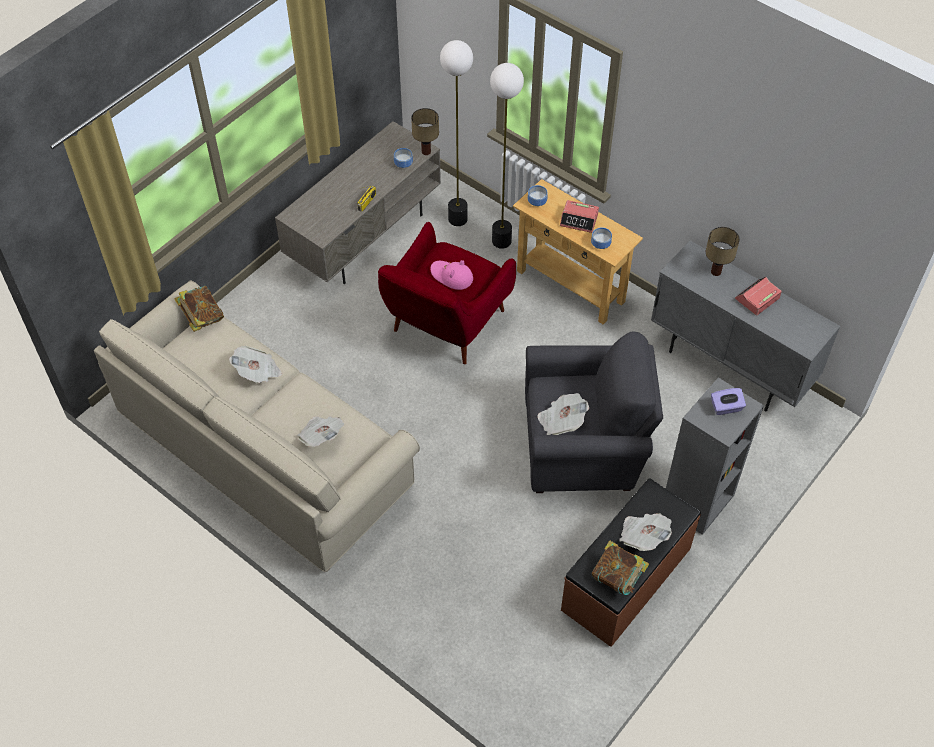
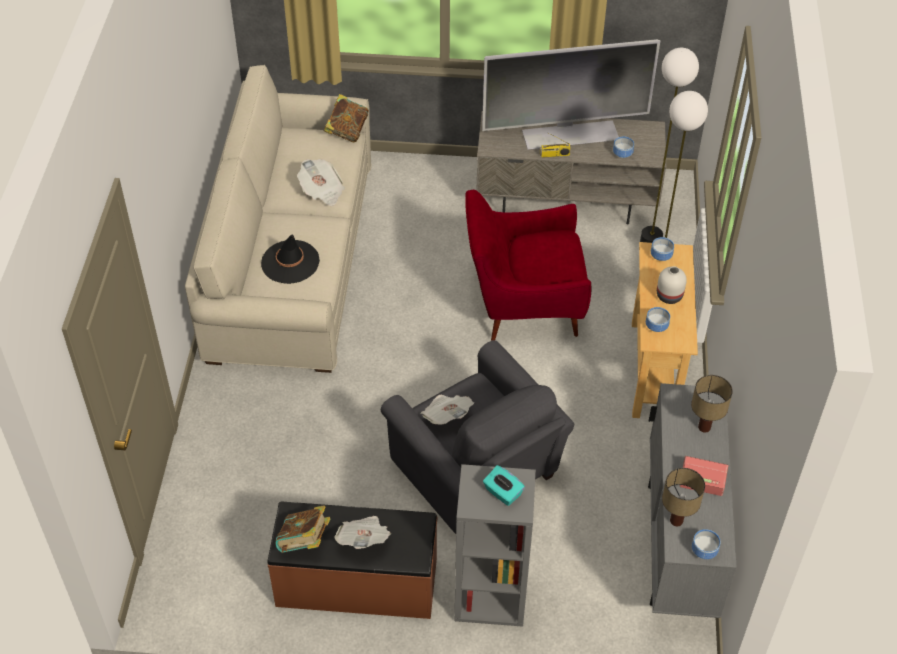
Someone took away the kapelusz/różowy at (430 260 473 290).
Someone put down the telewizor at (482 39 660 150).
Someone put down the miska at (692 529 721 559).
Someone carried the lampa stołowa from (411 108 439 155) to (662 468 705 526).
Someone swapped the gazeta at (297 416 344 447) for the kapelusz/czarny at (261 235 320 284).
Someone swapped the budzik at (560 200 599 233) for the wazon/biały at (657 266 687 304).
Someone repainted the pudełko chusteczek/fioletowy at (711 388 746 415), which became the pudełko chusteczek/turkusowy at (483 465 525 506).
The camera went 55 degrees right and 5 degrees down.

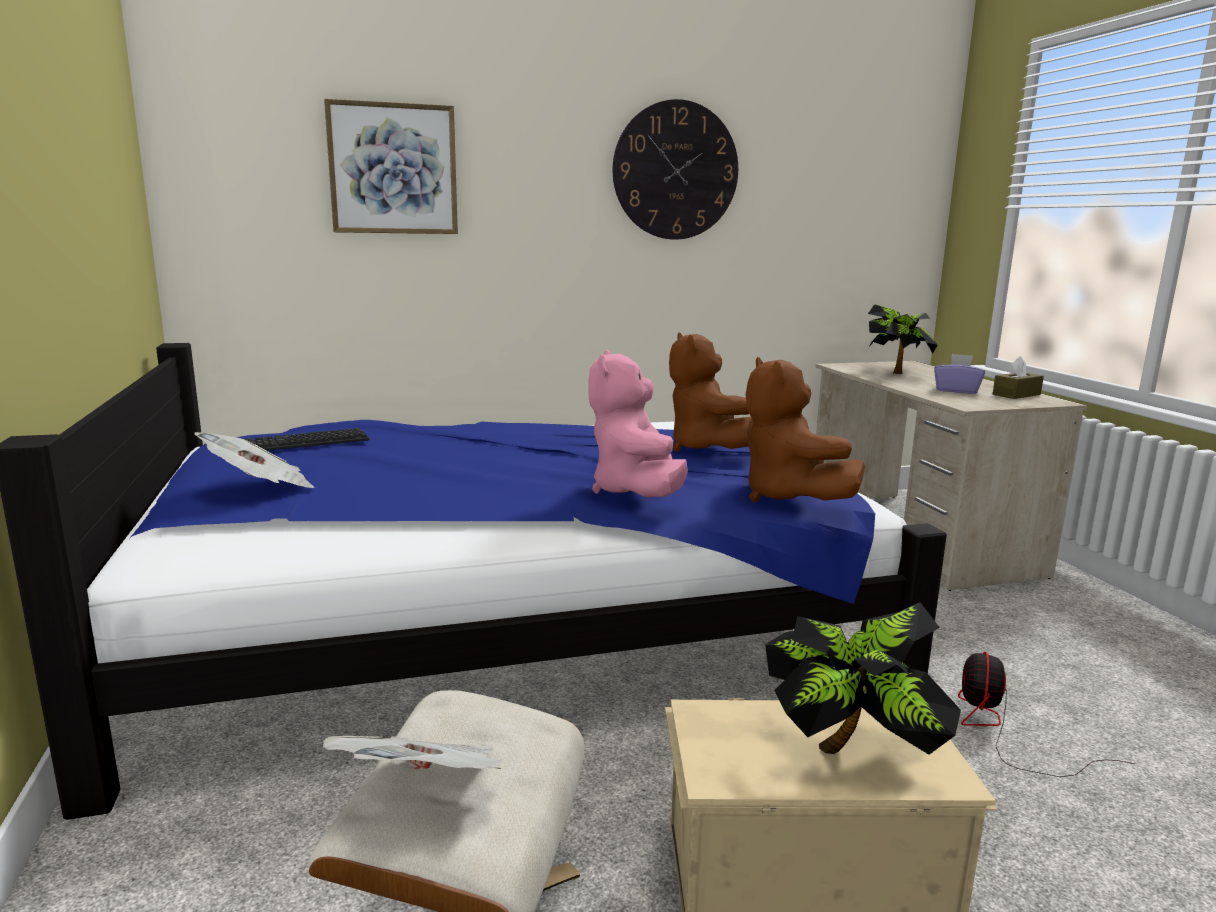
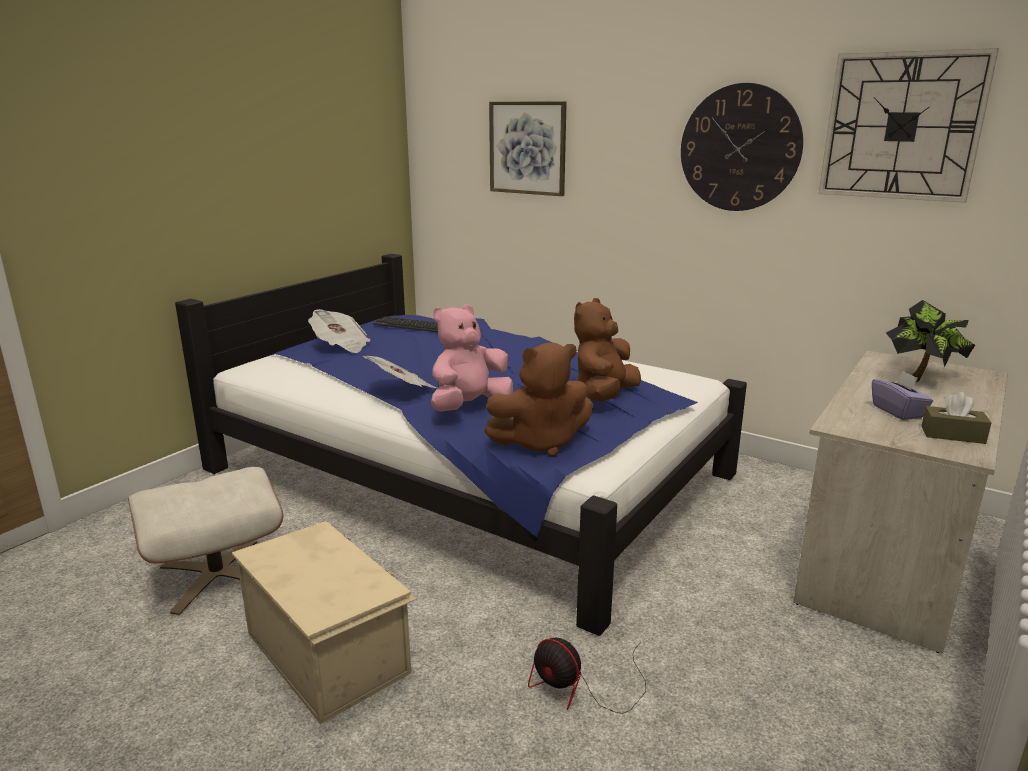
Someone took away the roślina doniczkowa at (765 602 961 755).
Someone put up the zegar ścienny at (818 48 999 203).
Someone carried the gazeta from (323 736 502 769) to (362 356 437 388).
Someone rotated the pluszak/brązowy at (745 357 865 502) by 135 degrees counterclockwise.
Someone rotated the wentylator at (958 652 1135 777) by 120 degrees counterclockwise.
The camera went 50 degrees right and 5 degrees up.

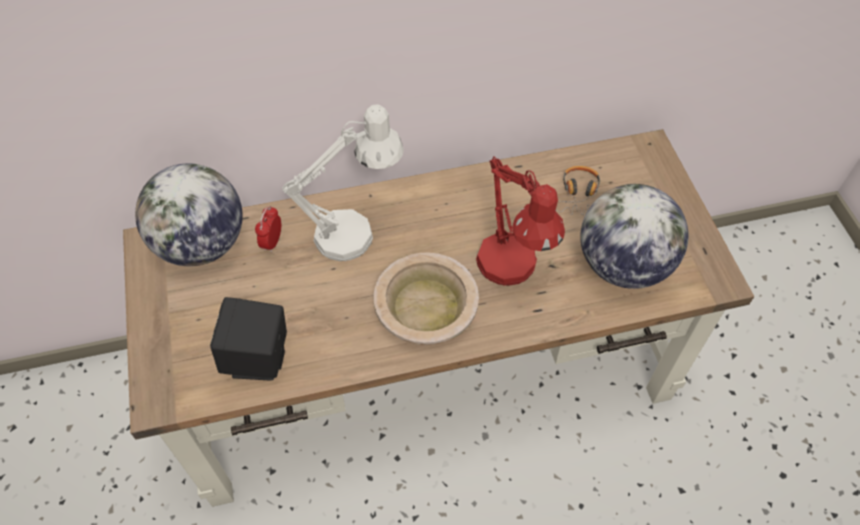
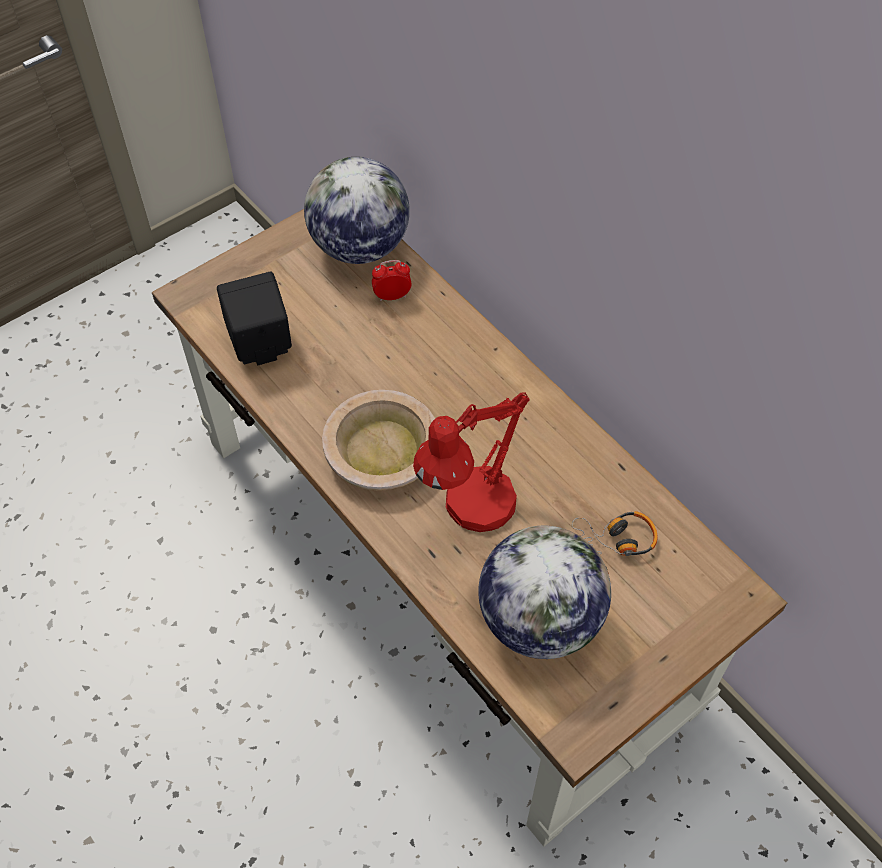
Someone took away the lampa stołowa/biały at (282 104 404 261).
The camera went 65 degrees right and 0 degrees up.

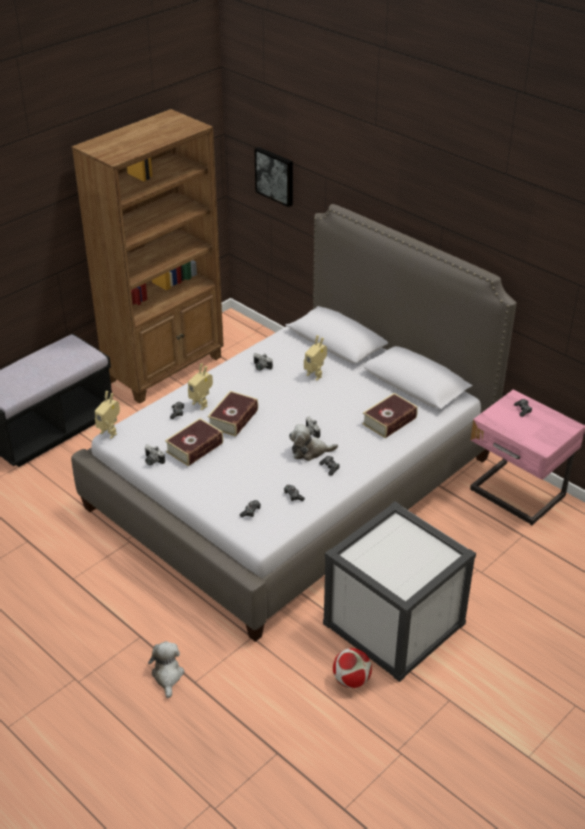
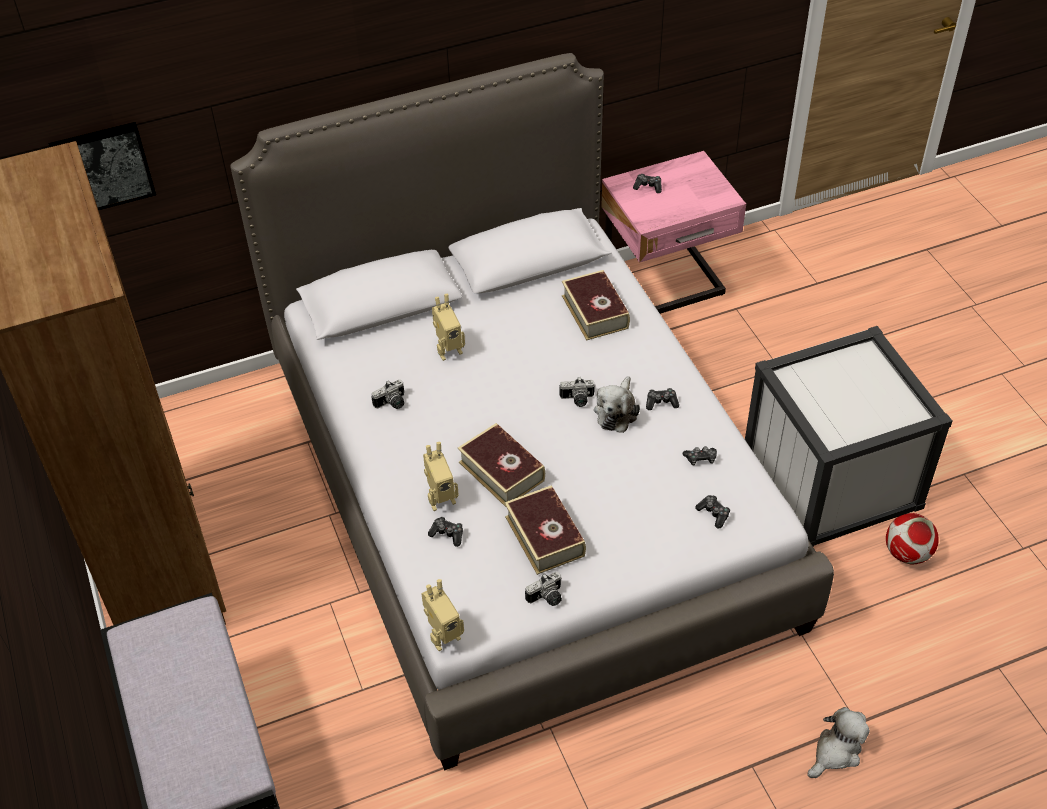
Someone rotated the pluszak at (148 641 184 698) by 120 degrees clockwise.
The camera went 65 degrees left and 10 degrees up.

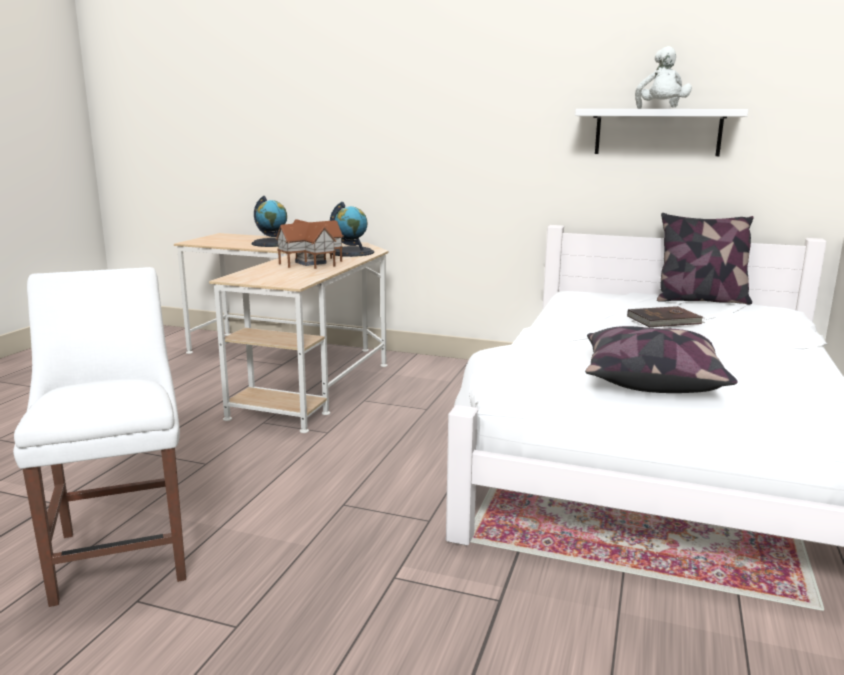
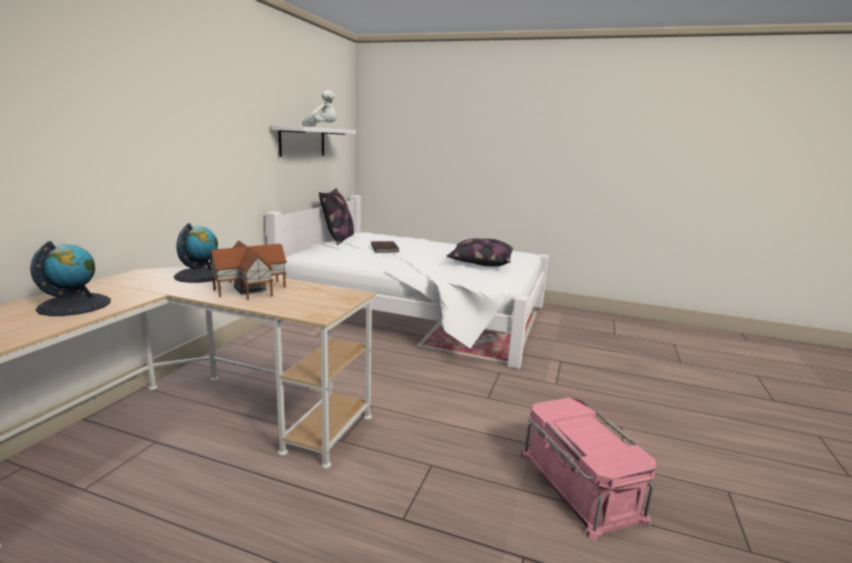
Someone swapped the krzesło/biały at (13 267 186 607) for the pojemnik do przechowywania/różowy at (520 398 656 541).
The camera went 90 degrees left and 0 degrees up.

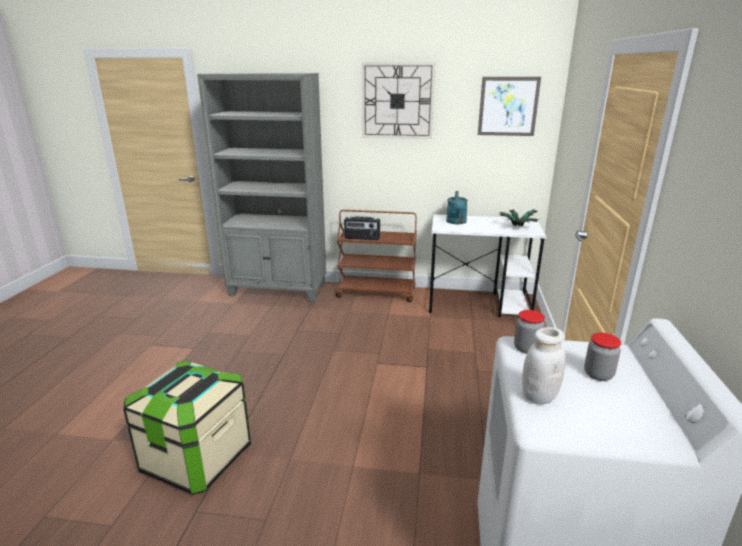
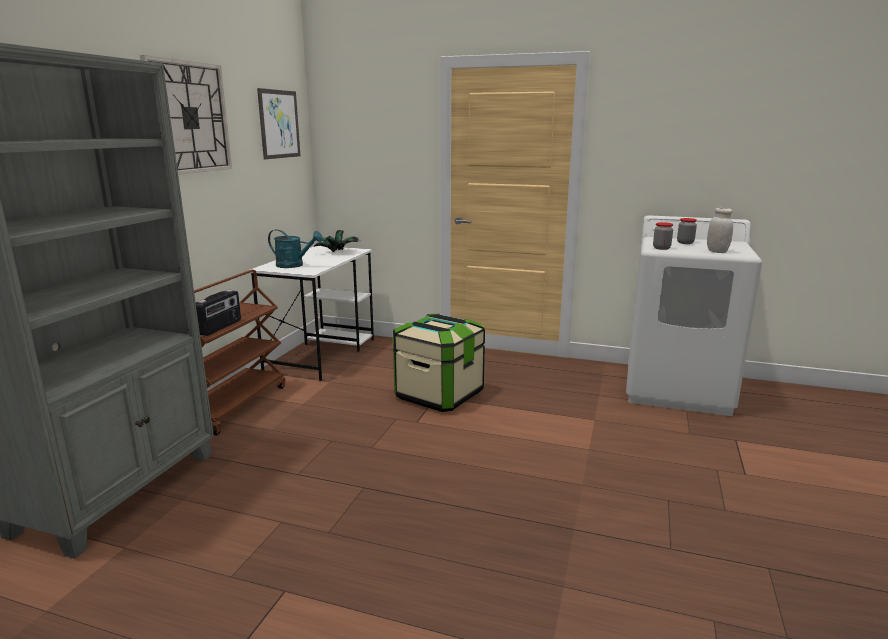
Someone carried the pojemnik do przechowywania from (123 360 251 495) to (393 313 485 412).
The camera went 80 degrees left and 5 degrees down.

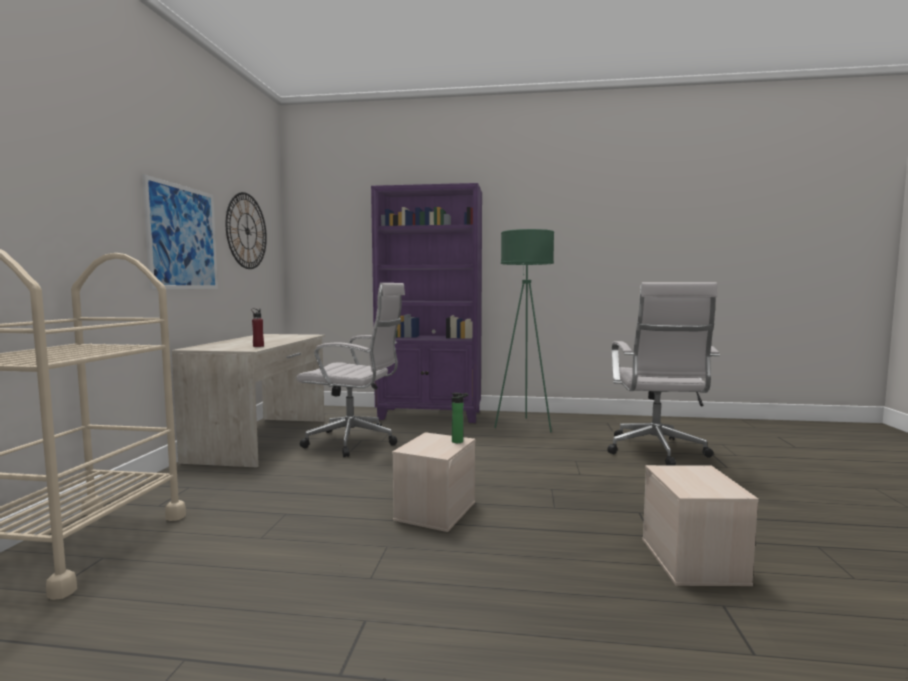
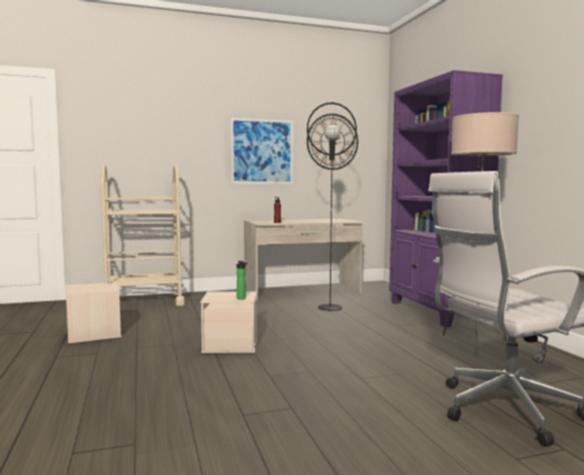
Someone carried the pojemnik do przechowywania/beżowy from (642 465 759 586) to (66 283 121 343).
Someone swapped the krzesło biurowe/biały at (296 283 405 457) for the lampa stojąca/czarny at (307 102 357 311).
Someone repainted the lampa stojąca/zielony at (494 229 554 432), which became the lampa stojąca/beżowy at (443 112 519 356).
The camera went 65 degrees right and 0 degrees up.

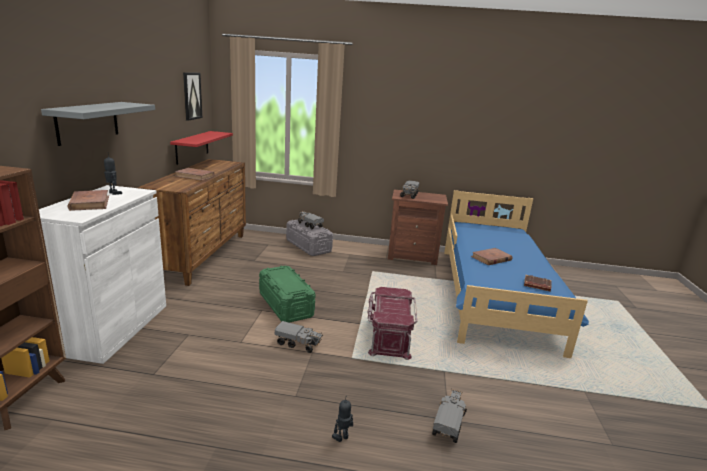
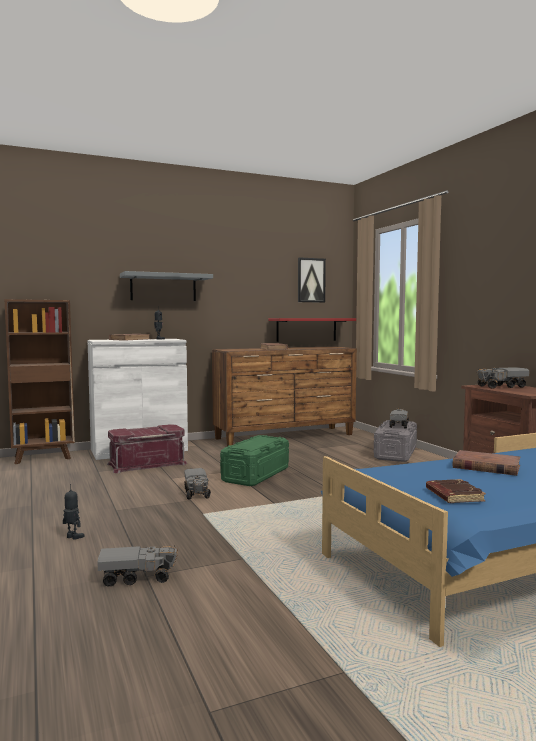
Someone carried the pojemnik do przechowywania/czerwony from (368 287 417 360) to (107 424 187 473).
The camera went 60 degrees right and 15 degrees down.

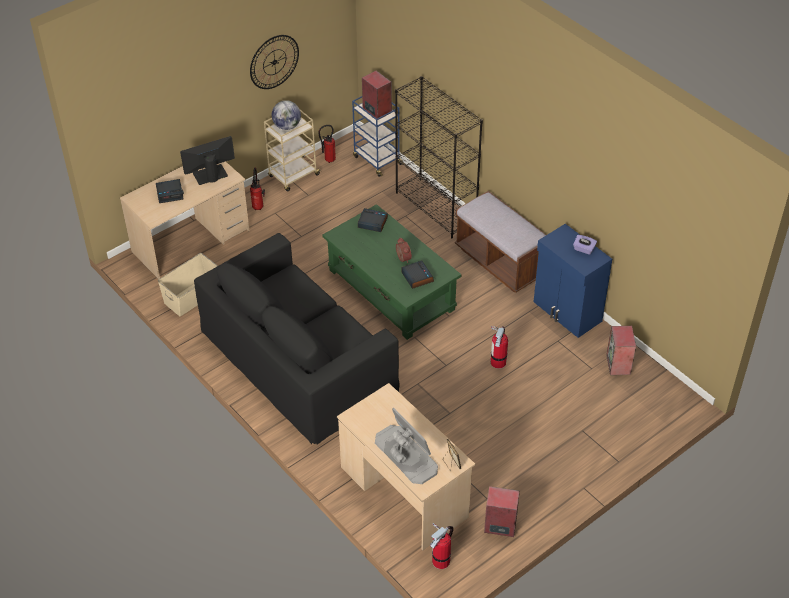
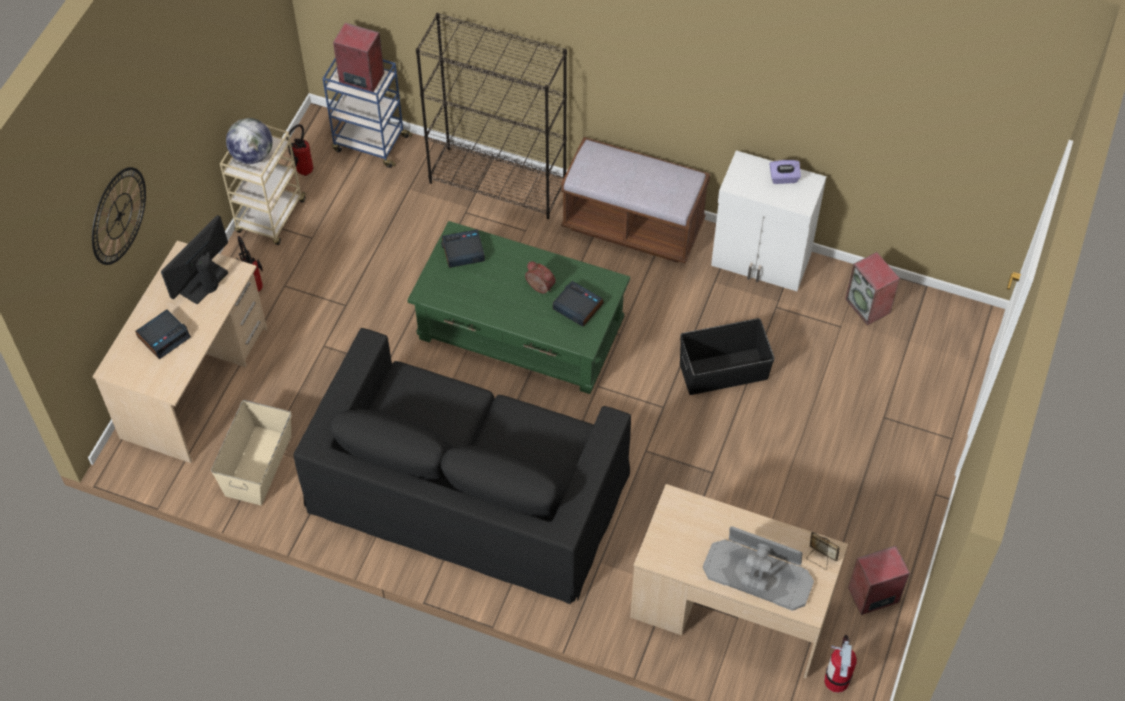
Someone carried the zegar ścienny from (250 35 299 89) to (92 167 146 265).
Someone swapped the gaśnica at (491 326 508 369) for the pojemnik do przechowywania/czarny at (680 318 775 395).
Someone repainted the szafka/niebieski at (534 224 612 338), which became the szafka/biały at (711 151 827 291).
The camera went 30 degrees left and 10 degrees up.

